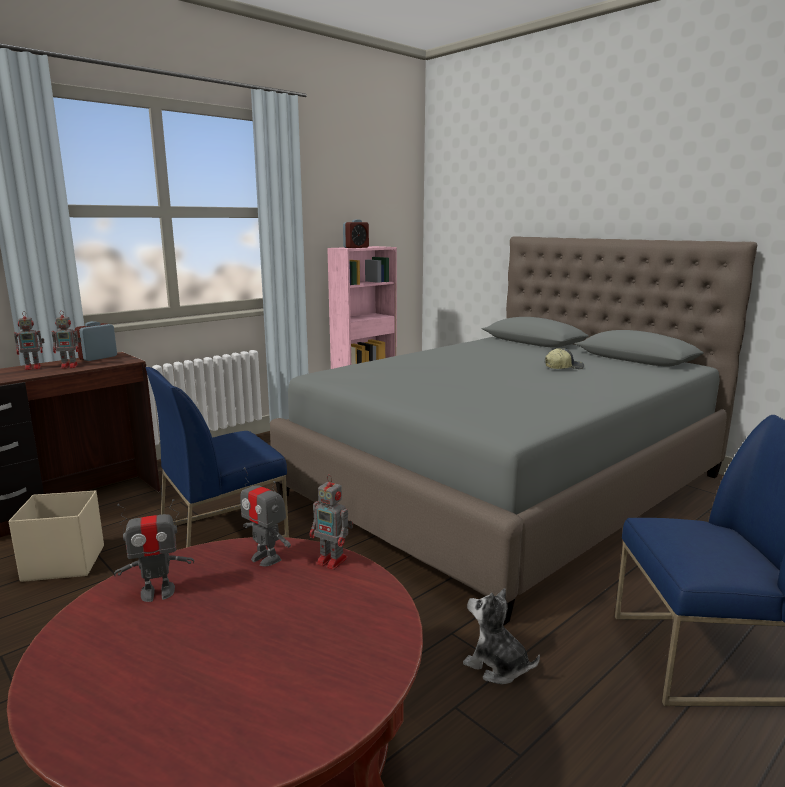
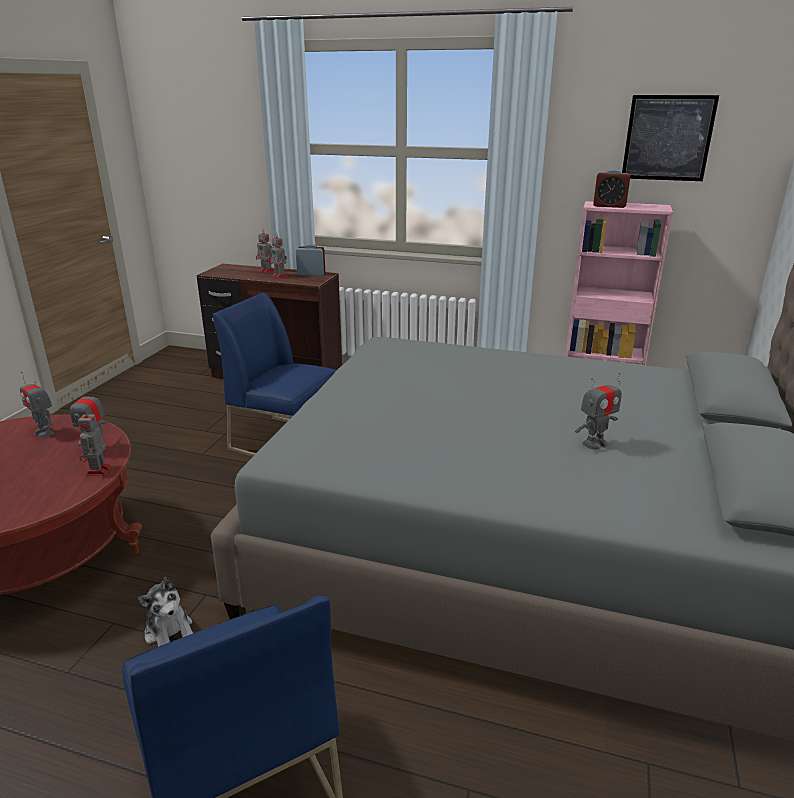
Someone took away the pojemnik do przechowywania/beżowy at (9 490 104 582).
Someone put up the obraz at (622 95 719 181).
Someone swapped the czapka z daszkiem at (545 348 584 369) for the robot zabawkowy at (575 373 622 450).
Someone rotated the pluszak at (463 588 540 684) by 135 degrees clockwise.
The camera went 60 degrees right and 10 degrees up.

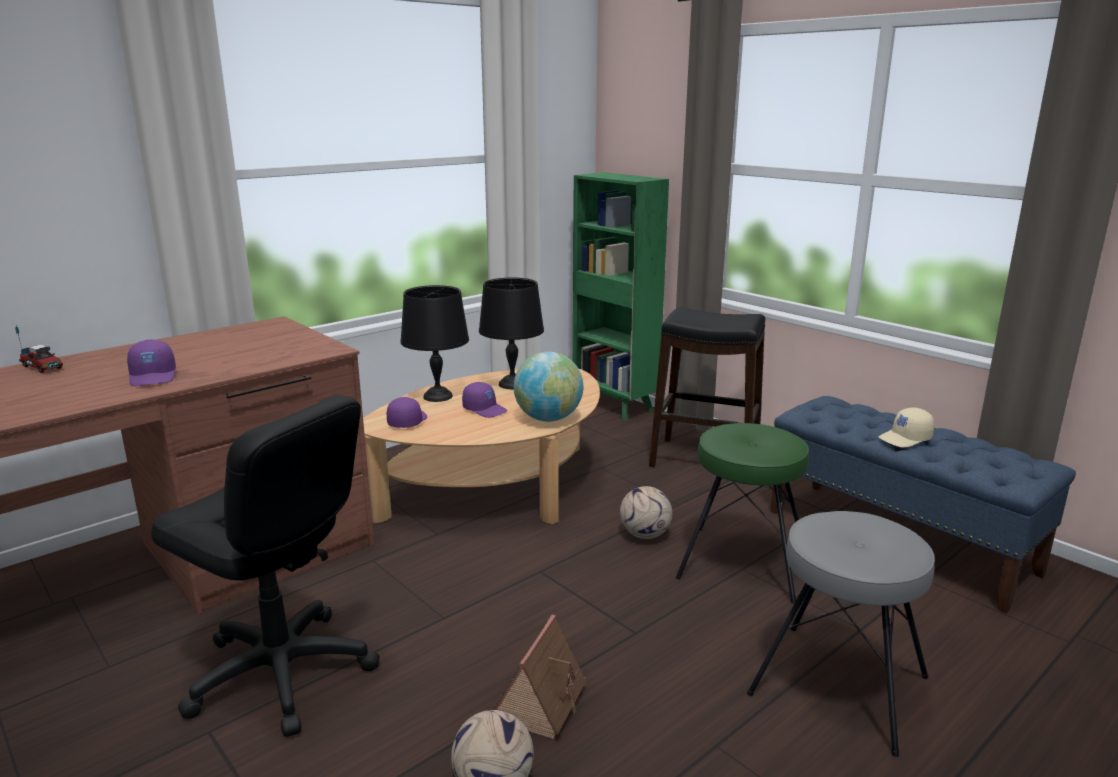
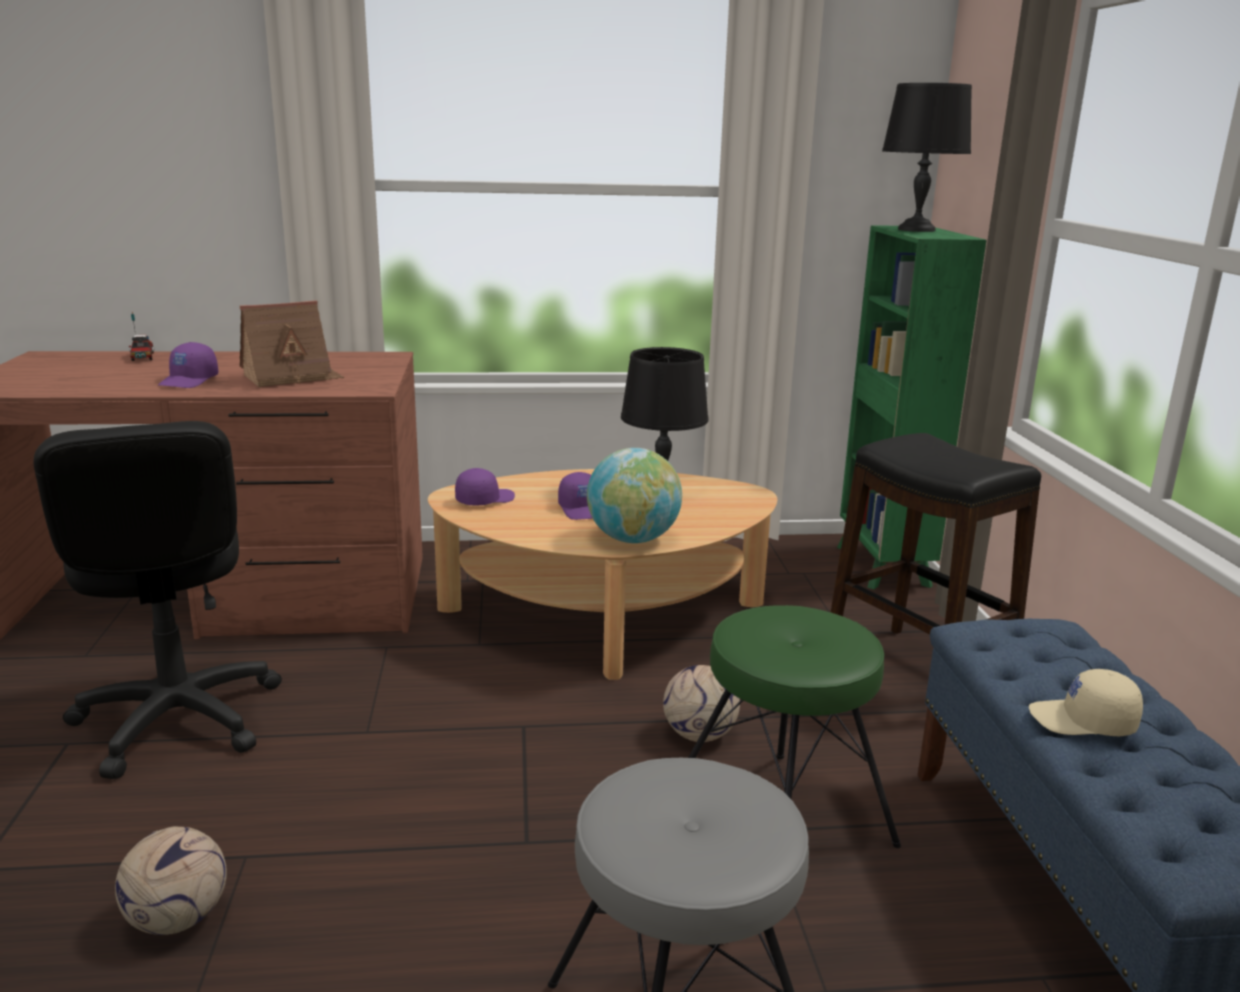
Someone carried the lampa stołowa/czarny from (400 285 469 402) to (882 83 972 232).
Someone carried the domek from (493 615 586 739) to (240 301 344 387).
The camera went 35 degrees right and 0 degrees up.

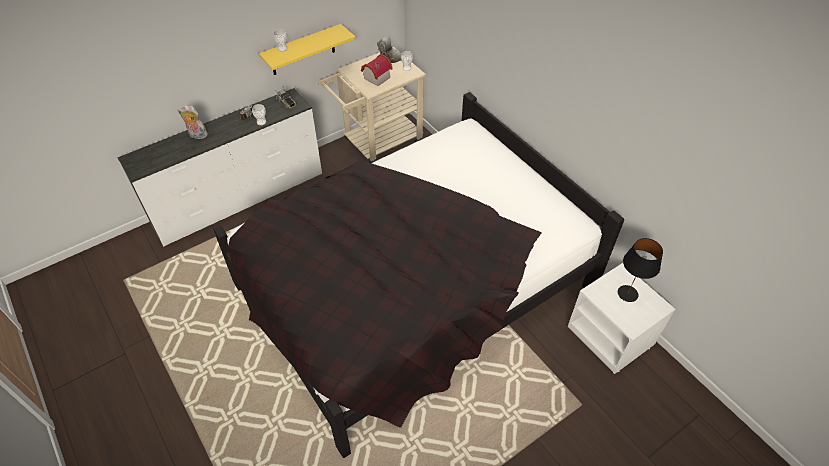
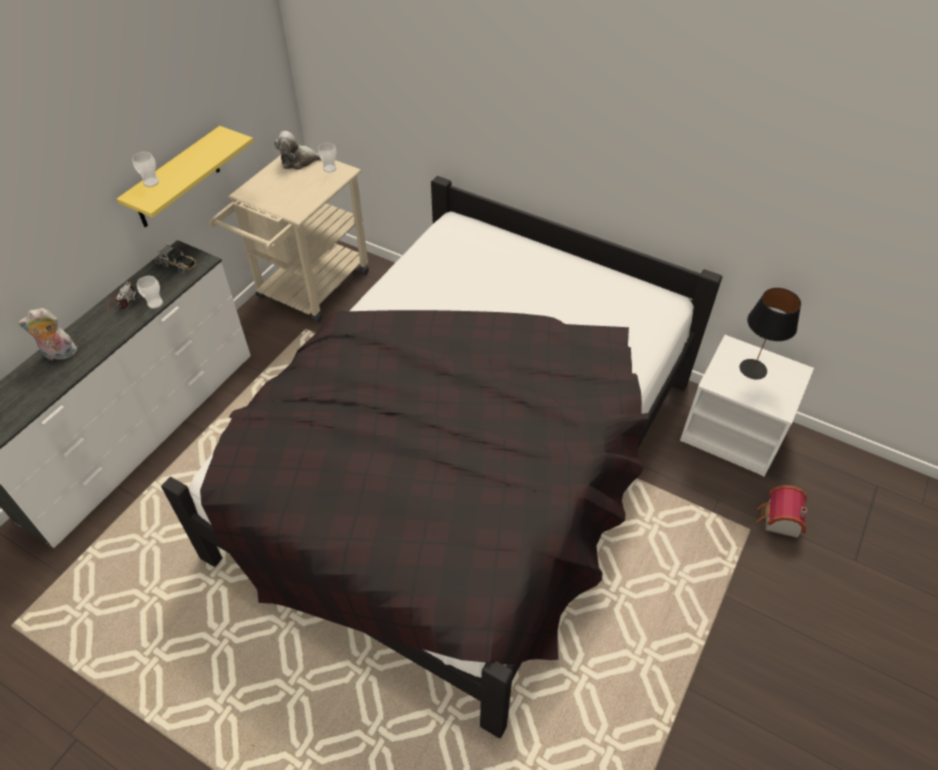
Someone carried the domek from (361 54 393 86) to (756 485 807 538).
The camera went 25 degrees left and 0 degrees up.

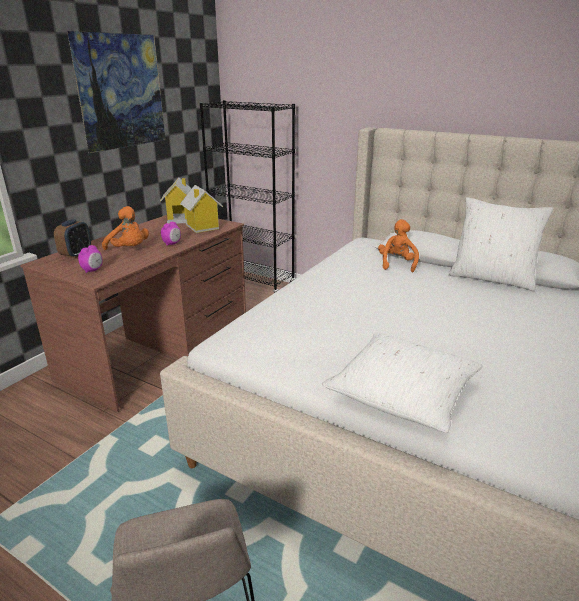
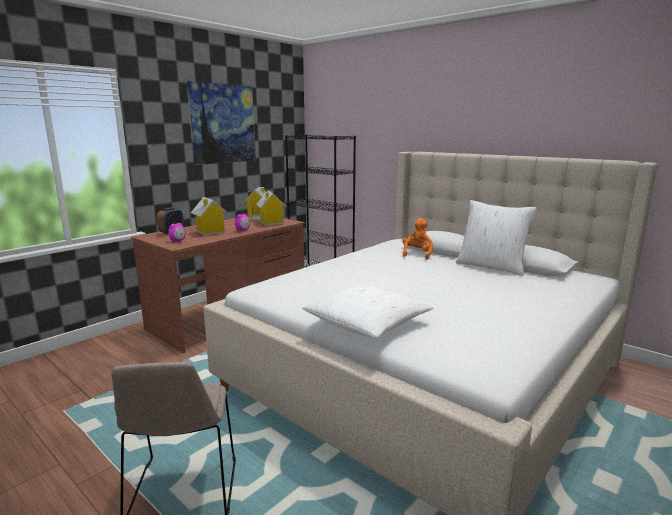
Someone swapped the pluszak/pomarańczowy at (102 206 149 250) for the domek at (191 197 228 236).
The camera went 10 degrees right and 10 degrees down.

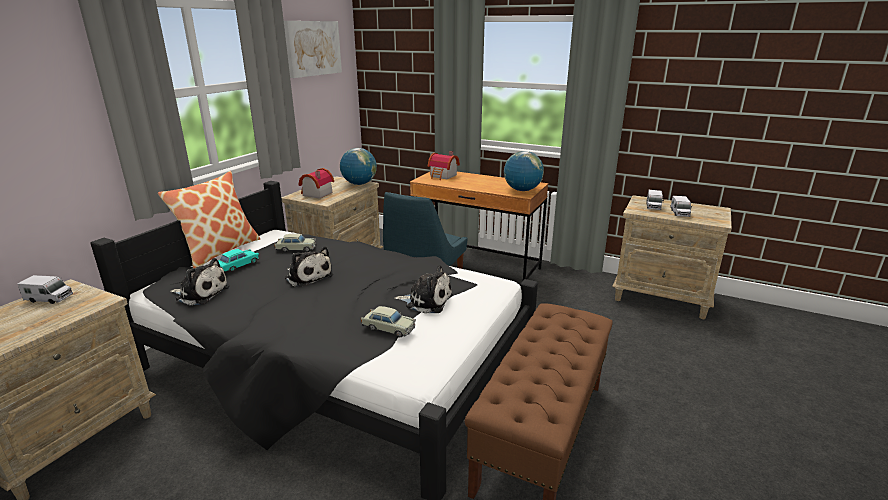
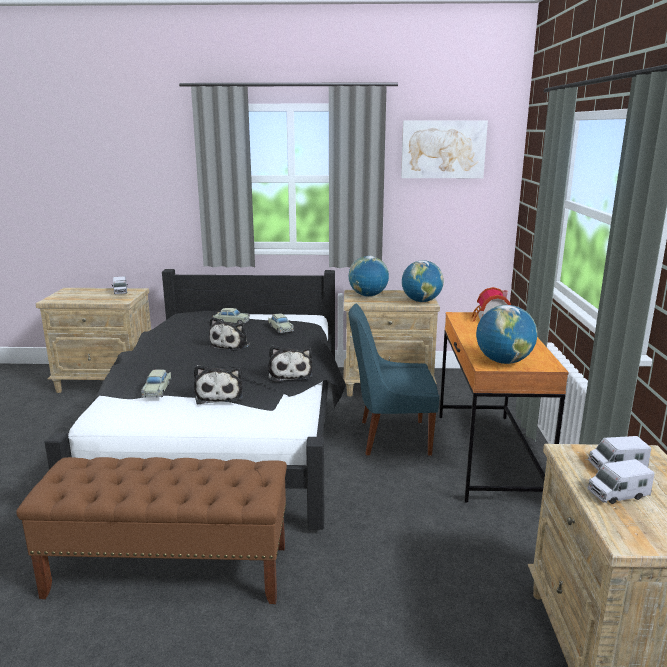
Someone took away the poduszka at (158 171 261 268).
Someone carried the pluszak from (170 258 230 305) to (268 345 313 382).
Someone swapped the domek at (298 168 334 198) for the globus at (348 256 389 296).
Someone repainted the samochodzik/turkusowy at (218 249 259 273), which became the samochodzik/beżowy at (213 308 250 324).
The camera went 65 degrees right and 5 degrees down.

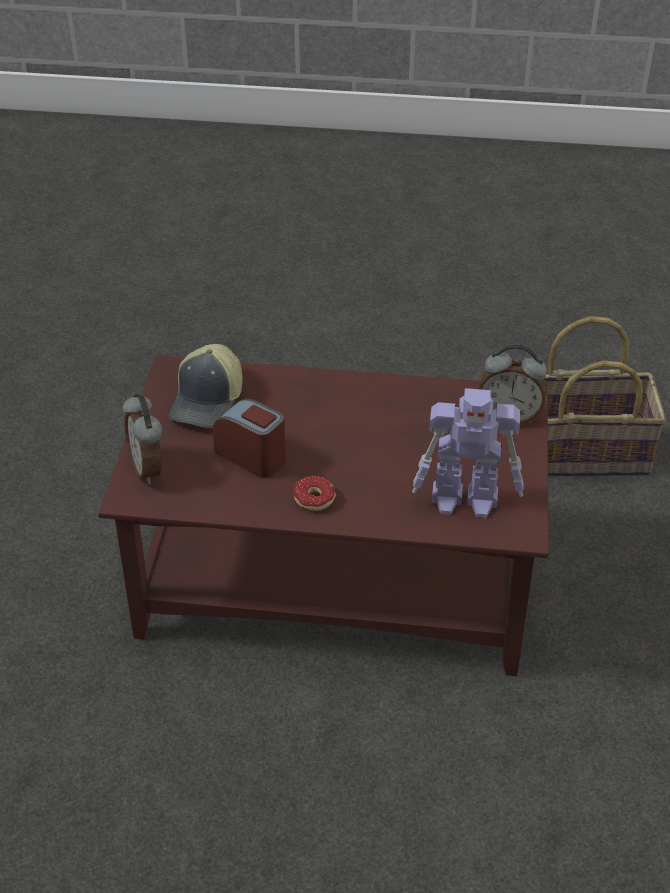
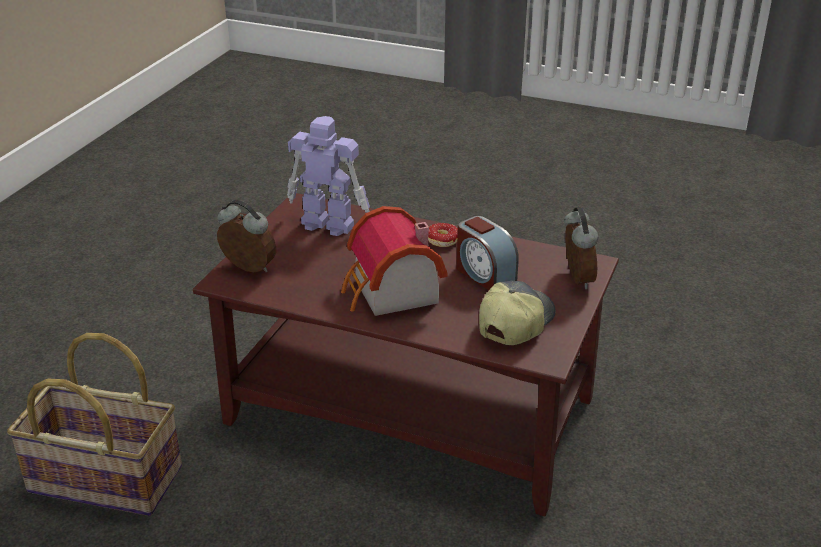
Someone put down the domek at (341 206 448 316).
The camera went 165 degrees left and 10 degrees down.

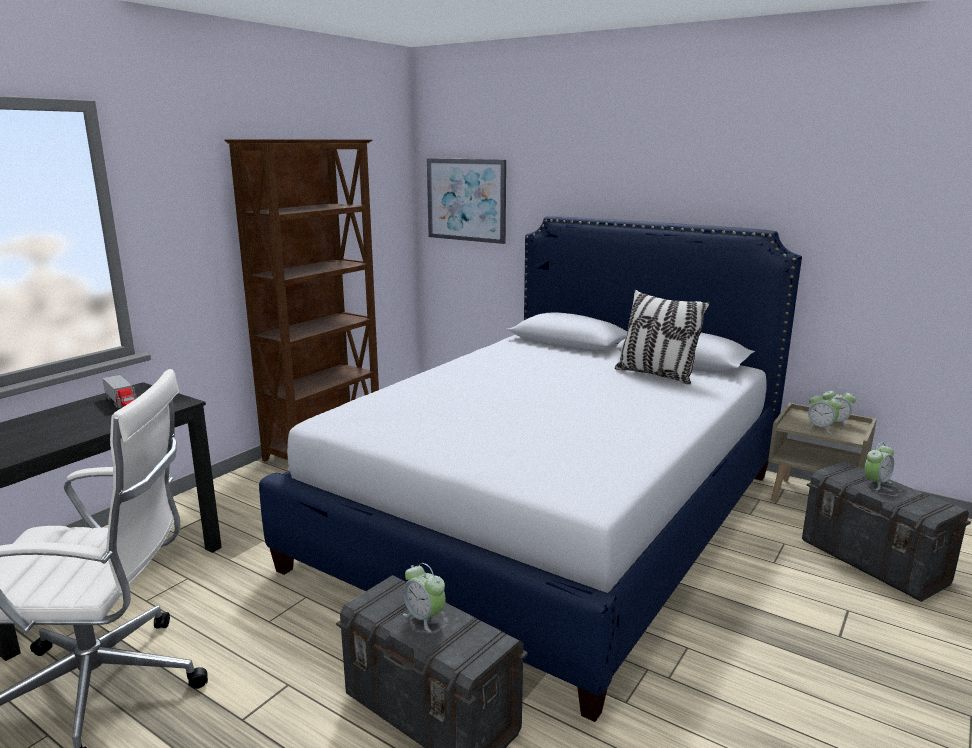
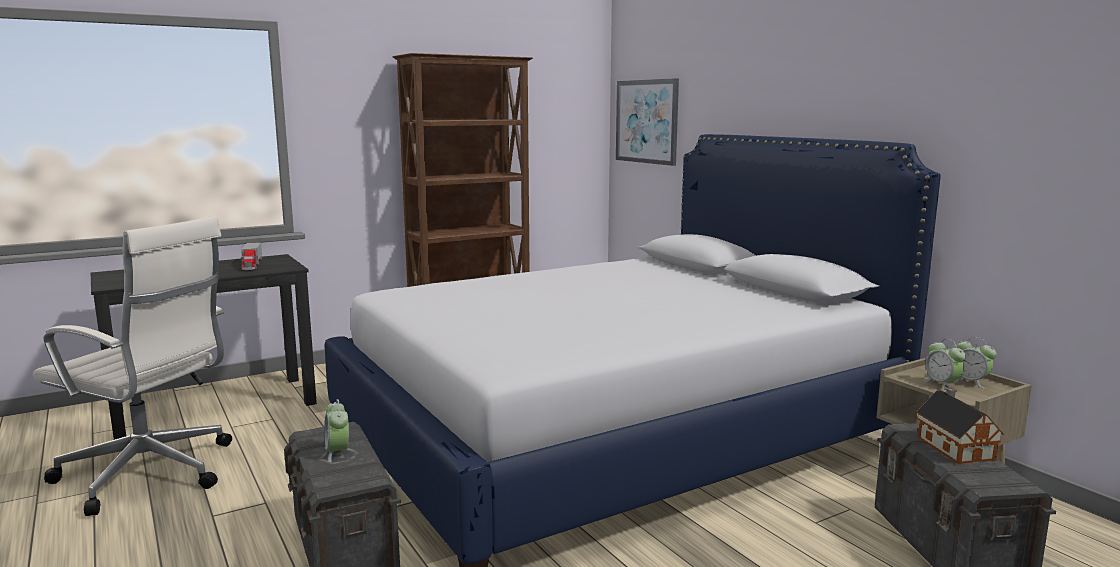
Someone took away the poduszka at (615 290 710 385).
Someone swapped the budzik at (864 442 894 490) for the domek at (916 388 1004 464).
The camera went 25 degrees right and 5 degrees down.

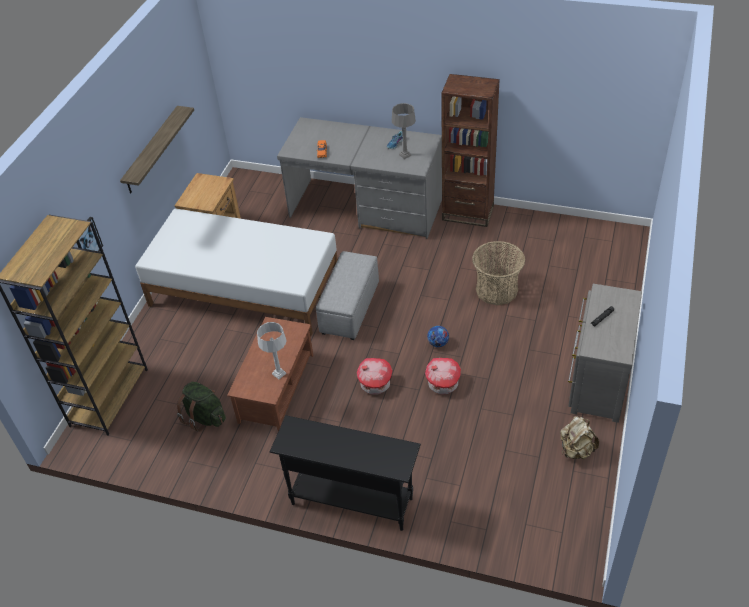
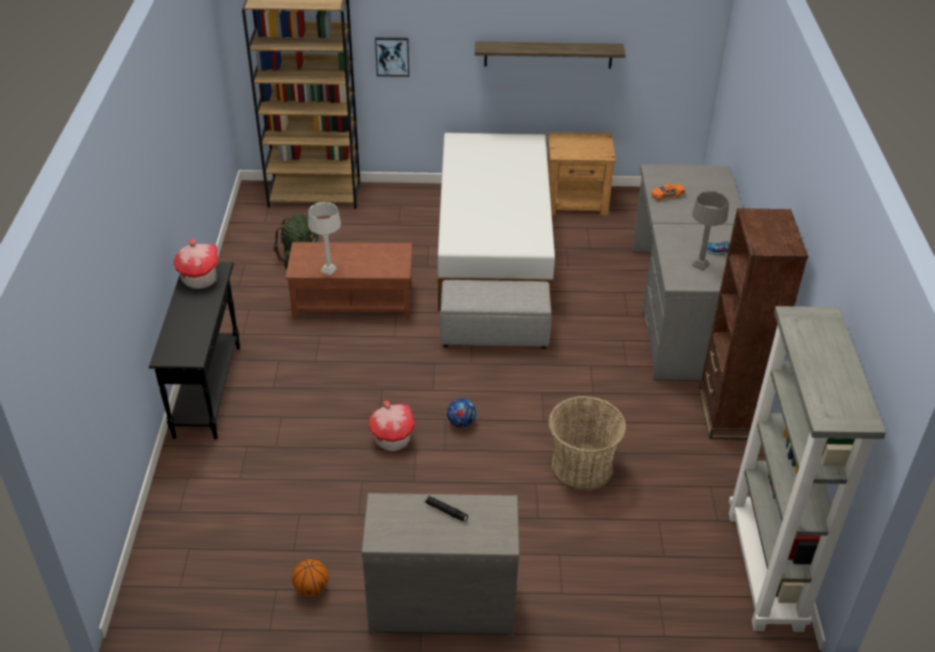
Someone put down the regał/szary at (729 306 886 632).
Someone carried the domek from (357 358 393 395) to (174 239 218 289).
Someone swapped the plecak/beżowy at (560 416 599 459) for the piłka do koszykówki at (292 559 329 597).
The camera went 70 degrees right and 5 degrees down.

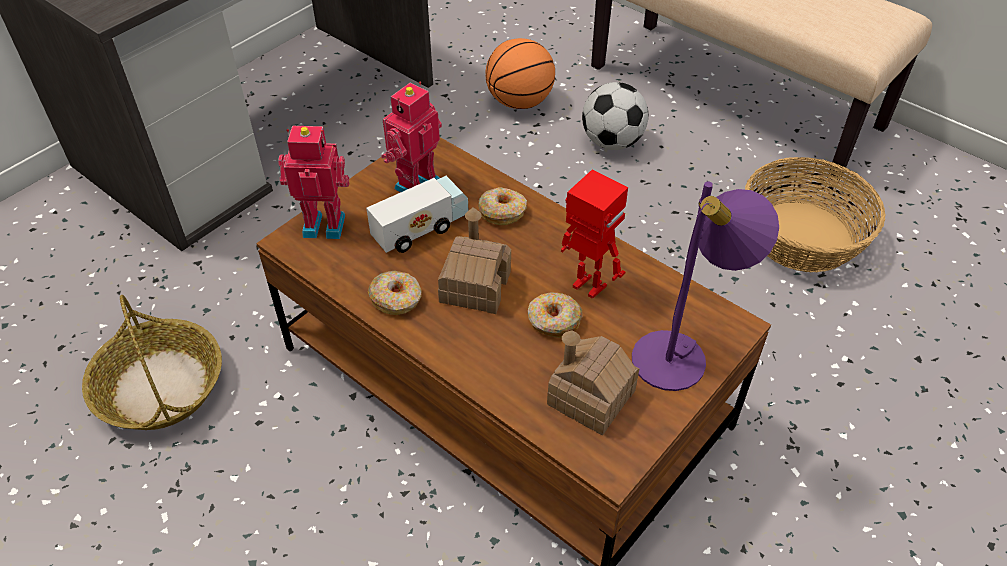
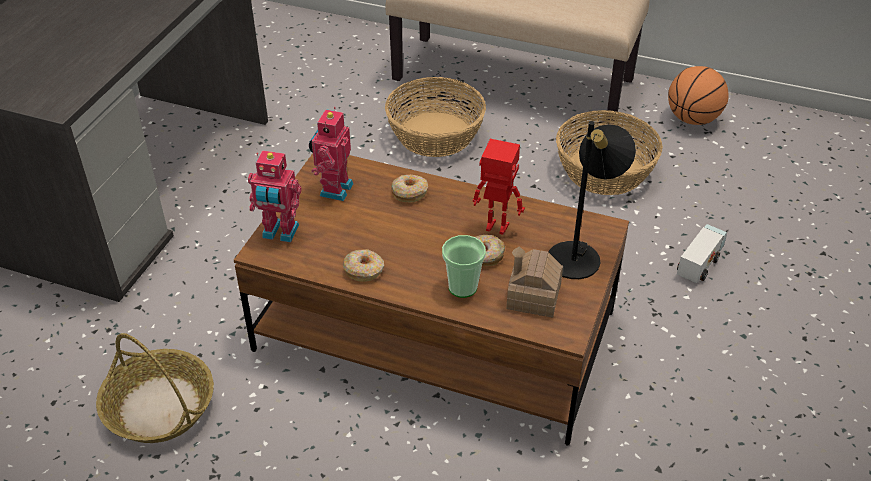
Someone took away the domek at (438 208 511 314).
Someone put down the filiżanka at (442 235 486 298).
Someone carried the ciężarówka zabawkowa from (366 176 468 253) to (677 224 727 283).
Someone carried the piłka do koszykówki from (486 38 555 109) to (668 66 728 125).
Someone swapped the piłka futbolowa at (582 82 648 150) for the koszyk at (385 77 486 157).
Someone repainted the lampa stołowa/fioletowy at (632 182 779 391), which became the lampa stołowa/czarny at (548 121 636 279).
Someone rotated the robot zabawkowy at (278 126 349 239) by 150 degrees counterclockwise.
The camera went 20 degrees left and 5 degrees down.

